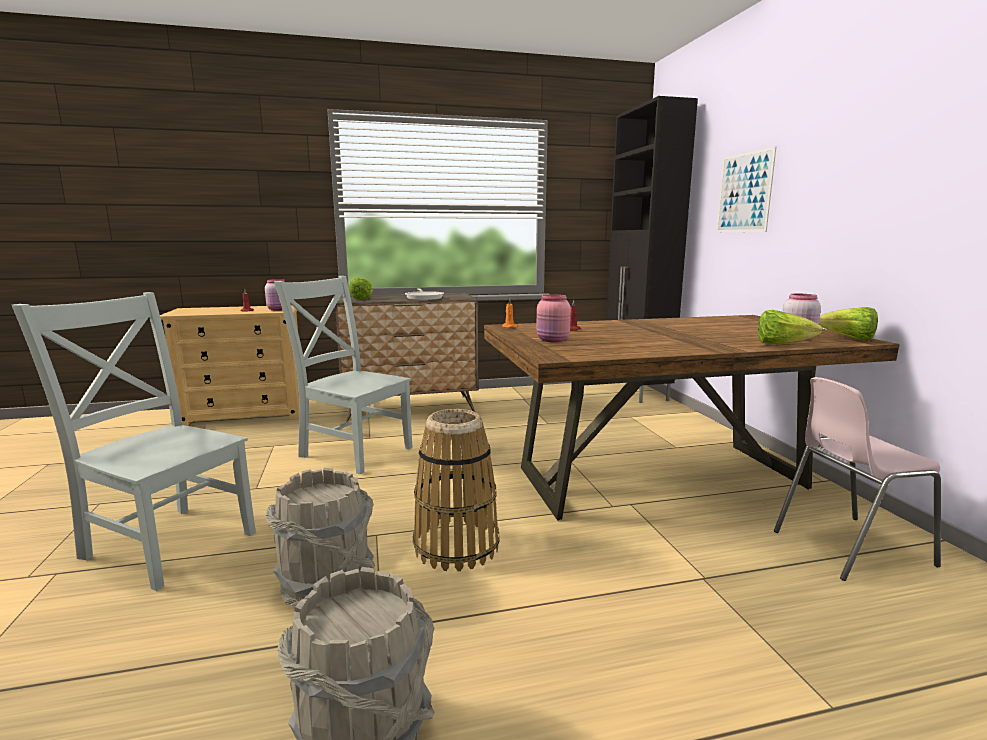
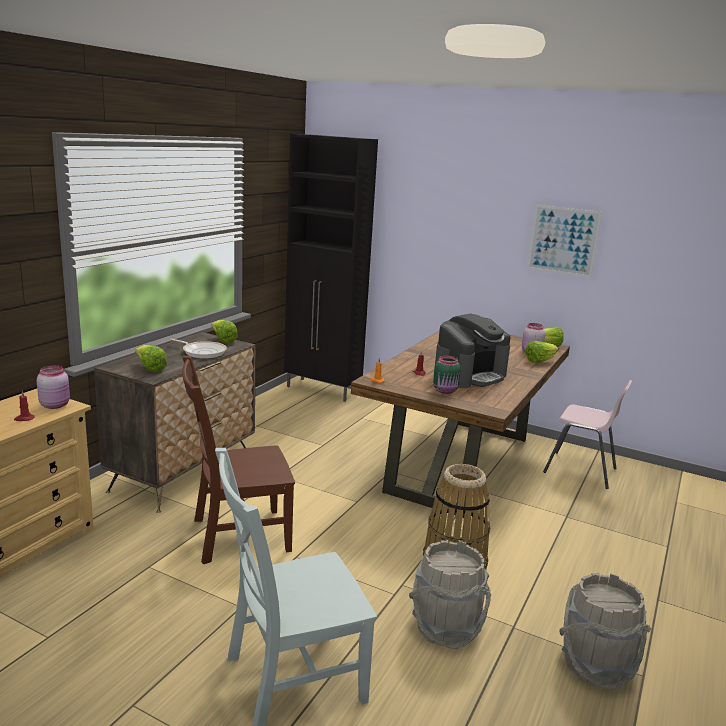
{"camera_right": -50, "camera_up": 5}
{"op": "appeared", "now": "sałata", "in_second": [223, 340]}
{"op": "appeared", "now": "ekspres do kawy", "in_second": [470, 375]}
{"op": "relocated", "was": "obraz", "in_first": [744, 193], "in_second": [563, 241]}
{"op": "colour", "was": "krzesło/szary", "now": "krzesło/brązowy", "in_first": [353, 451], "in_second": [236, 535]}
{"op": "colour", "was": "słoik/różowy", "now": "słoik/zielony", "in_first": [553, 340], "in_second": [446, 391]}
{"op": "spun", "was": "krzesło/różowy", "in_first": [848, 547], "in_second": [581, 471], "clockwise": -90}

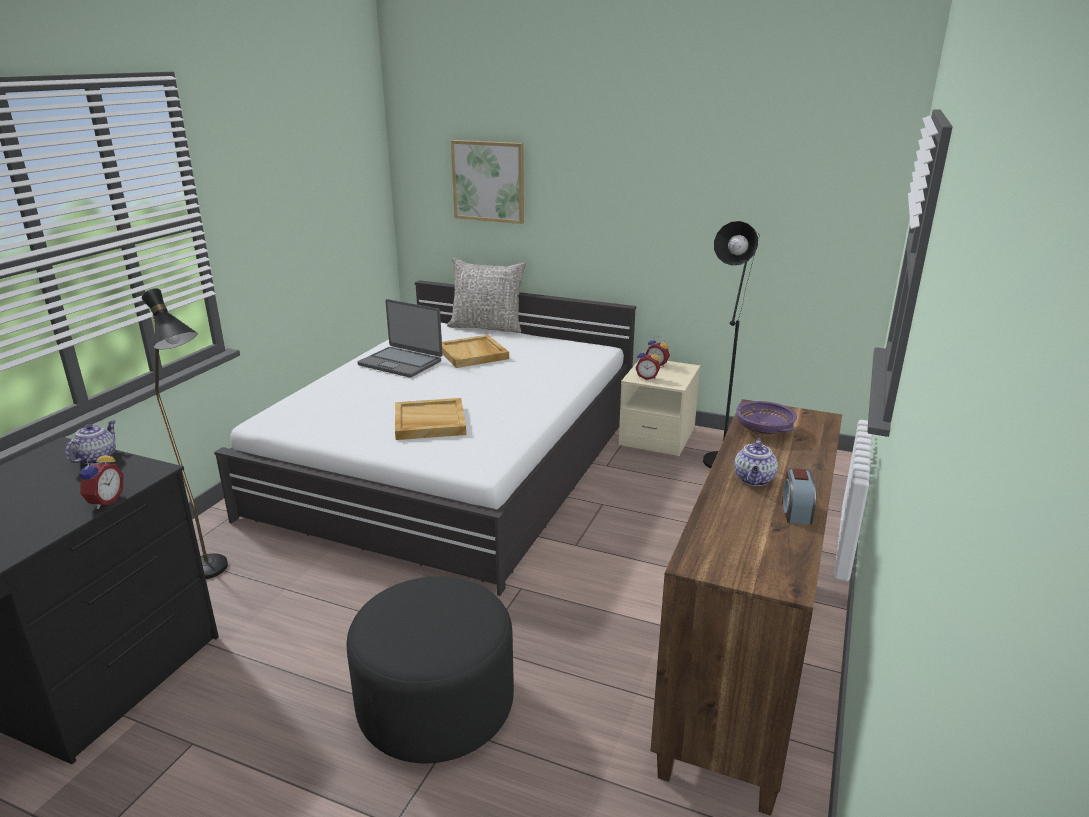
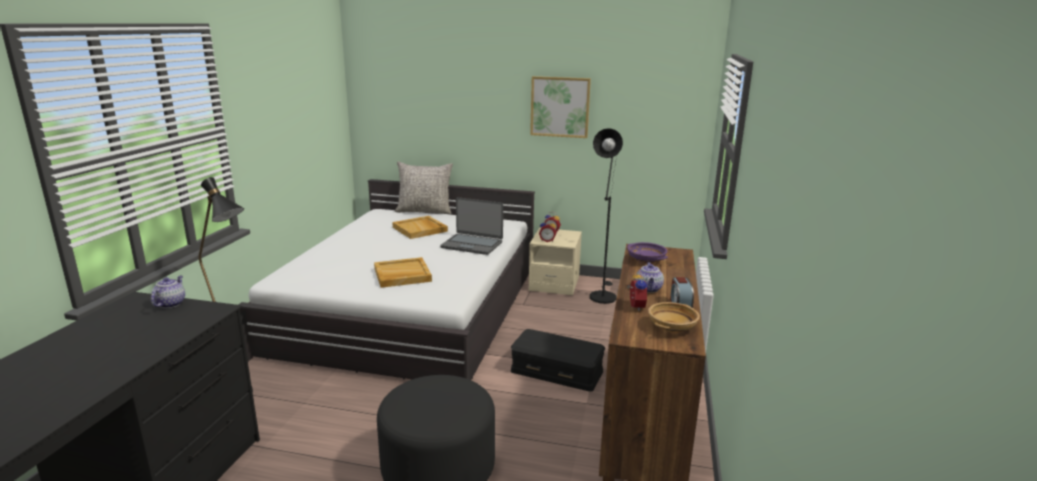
{"camera_right": -10, "camera_up": -5}
{"op": "appeared", "now": "pojemnik do przechowywania/czarny", "in_second": [557, 370]}
{"op": "appeared", "now": "miska/beżowy", "in_second": [672, 327]}
{"op": "relocated", "was": "budzik", "in_first": [104, 501], "in_second": [634, 306]}
{"op": "relocated", "was": "laptop", "in_first": [401, 363], "in_second": [472, 245]}
{"op": "relocated", "was": "obraz", "in_first": [488, 181], "in_second": [560, 107]}

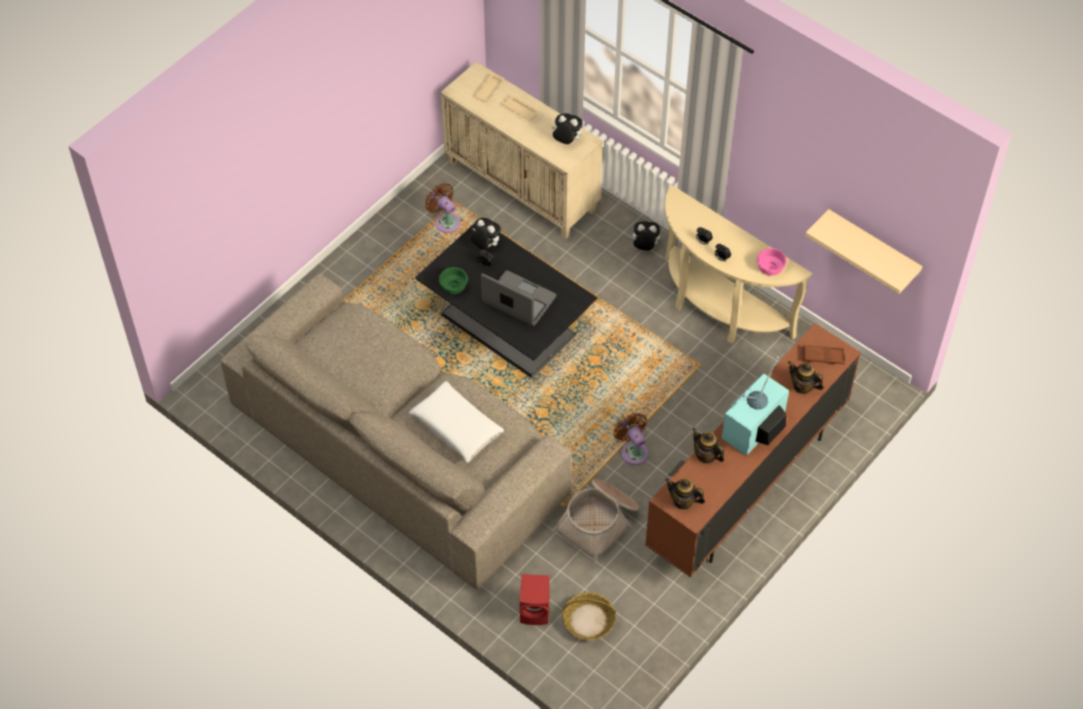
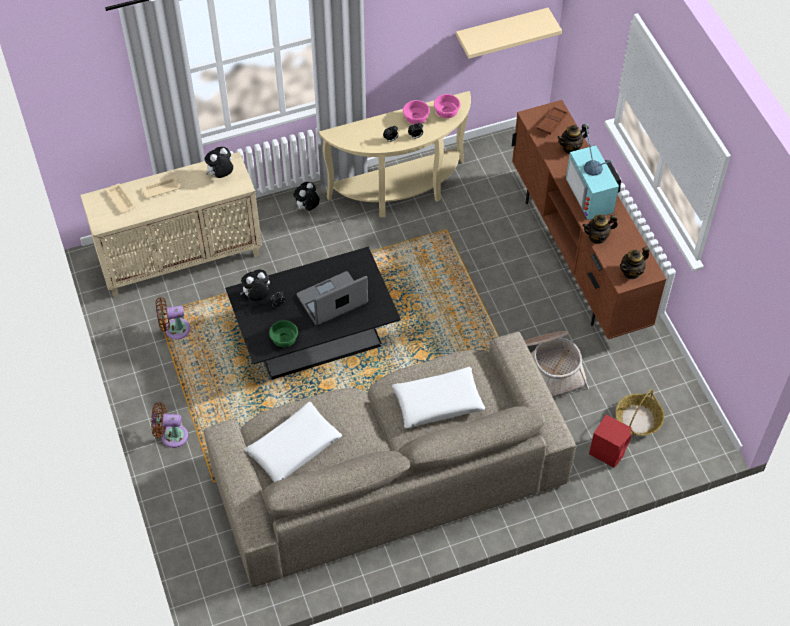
{"camera_right": -60, "camera_up": 0}
{"op": "appeared", "now": "poduszka/biały", "in_second": [293, 447]}
{"op": "appeared", "now": "miska/różowy", "in_second": [415, 118]}
{"op": "relocated", "was": "wentylator/brązowy", "in_first": [633, 450], "in_second": [171, 436]}

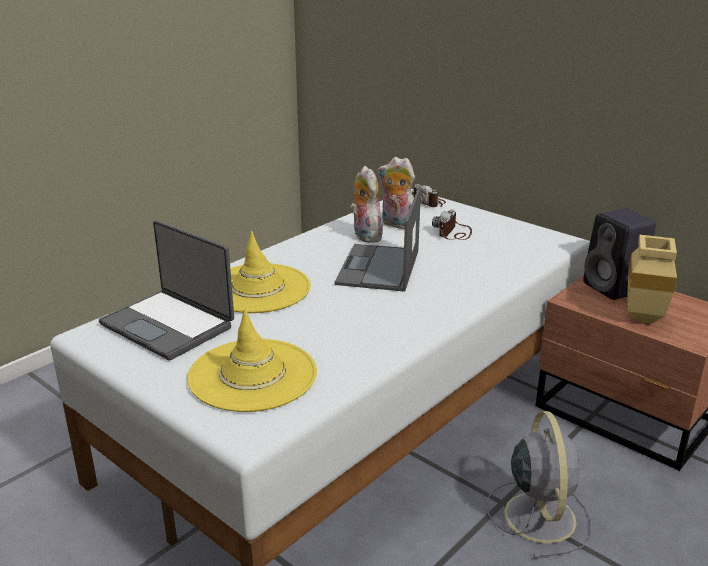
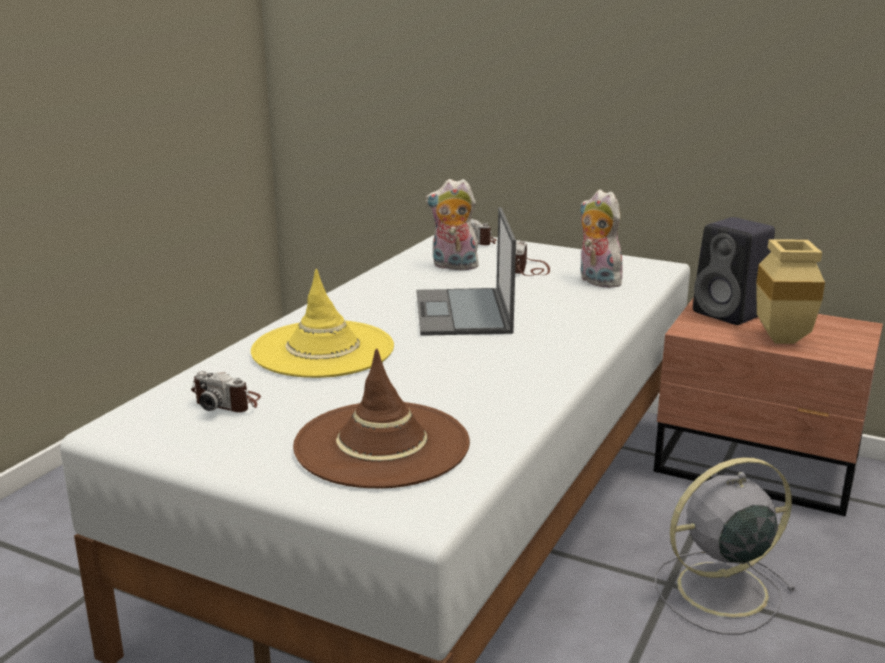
{"camera_right": -15, "camera_up": -5}
{"op": "relocated", "was": "pluszak", "in_first": [364, 236], "in_second": [596, 281]}
{"op": "exchanged", "was": "laptop", "now": "aparat fotograficzny", "in_first": [169, 325], "in_second": [228, 402]}
{"op": "colour", "was": "kapelusz/żółty", "now": "kapelusz/brązowy", "in_first": [253, 375], "in_second": [382, 445]}
{"op": "spun", "was": "wentylator/szary", "in_first": [539, 515], "in_second": [718, 590], "clockwise": -90}

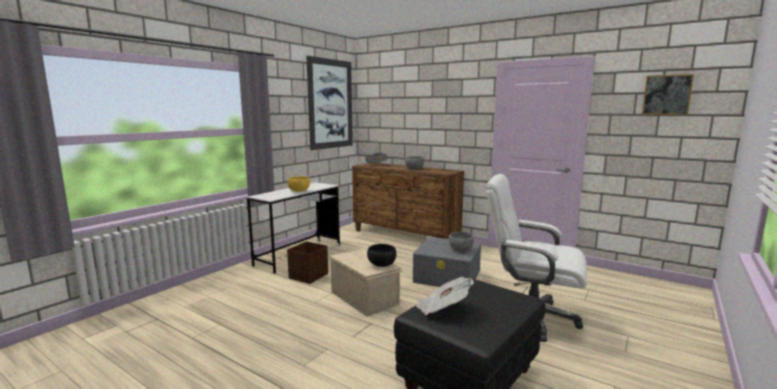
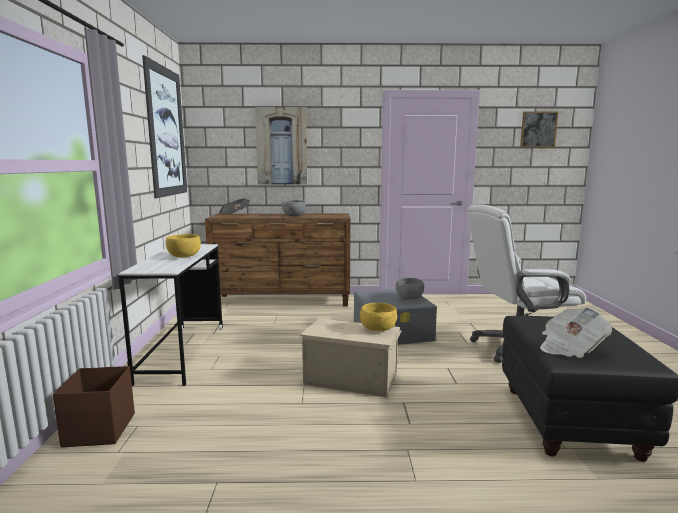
{"camera_right": -35, "camera_up": 0}
{"op": "appeared", "now": "obraz", "in_second": [281, 146]}
{"op": "relocated", "was": "pojemnik do przechowywania/brązowy", "in_first": [308, 276], "in_second": [99, 430]}
{"op": "colour", "was": "miska/czarny", "now": "miska/żółty", "in_first": [381, 264], "in_second": [377, 329]}

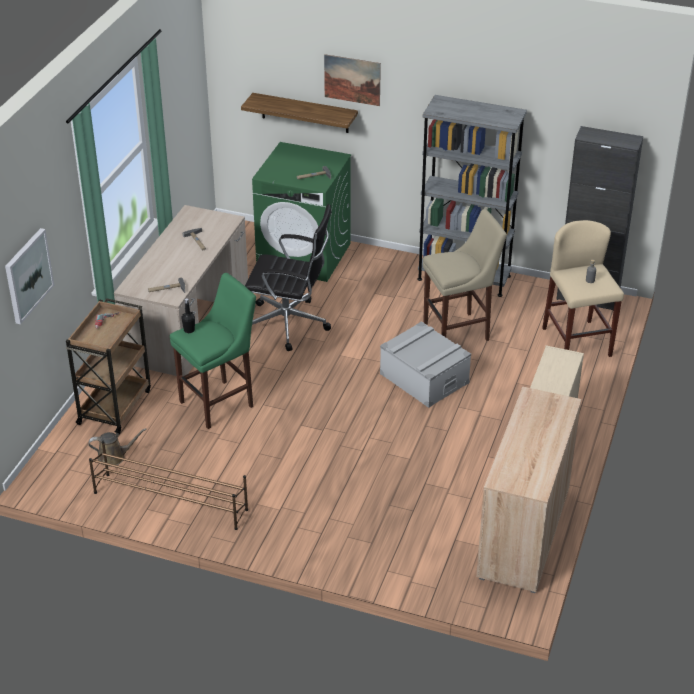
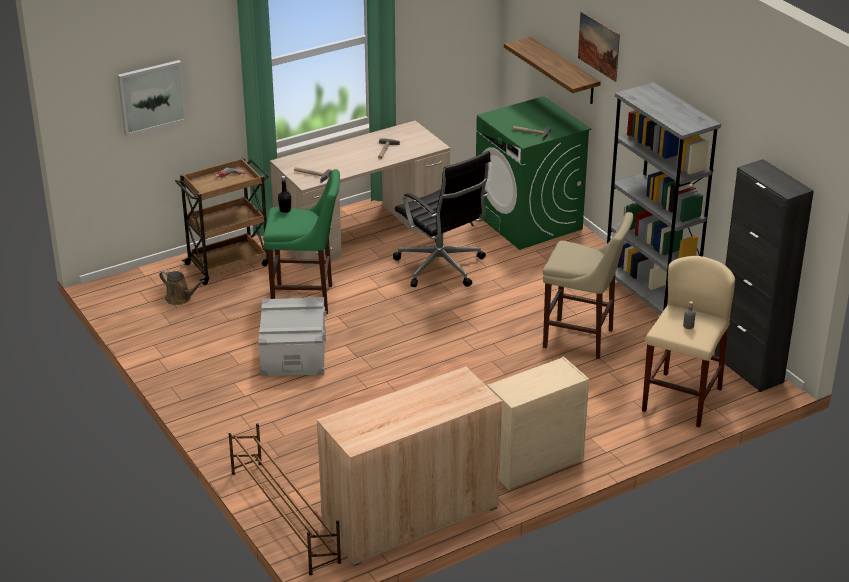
{"camera_right": 40, "camera_up": -5}
{"op": "relocated", "was": "regał na buty/brązowy", "in_first": [170, 501], "in_second": [284, 515]}
{"op": "relocated", "was": "pojemnik do przechowywania/szary", "in_first": [424, 378], "in_second": [293, 352]}

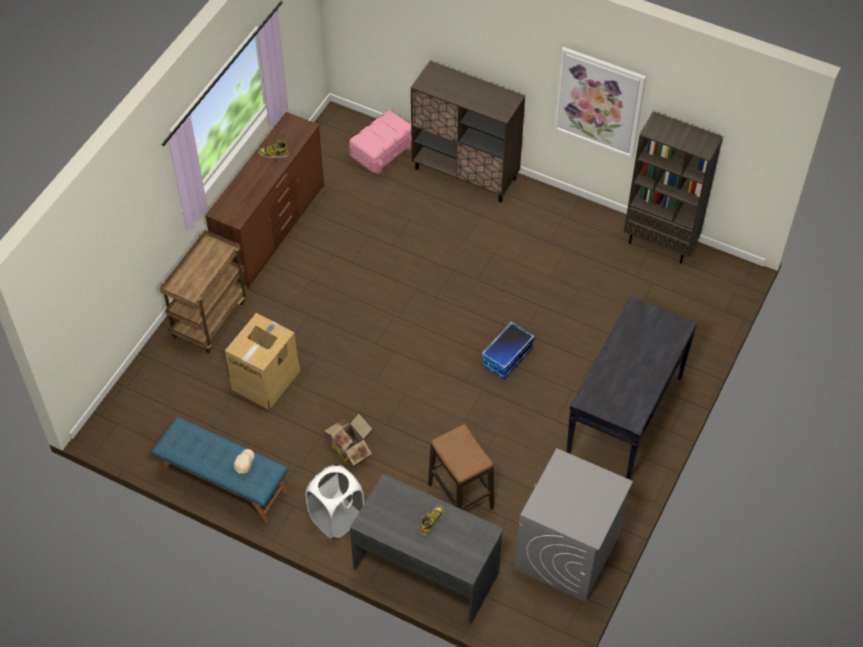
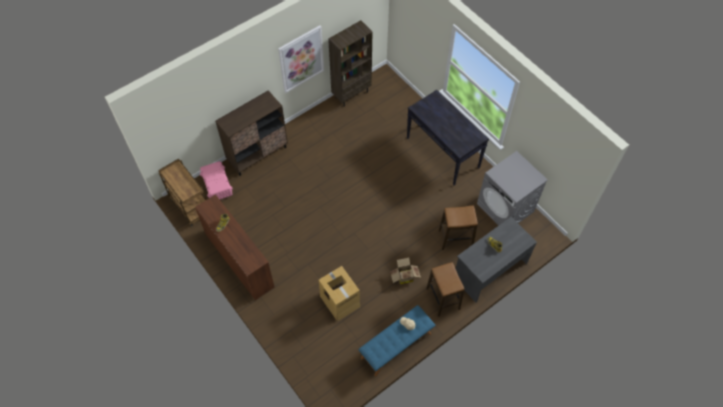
{"camera_right": -65, "camera_up": 5}
{"op": "missing", "was": "pojemnik do przechowywania", "in_first": [507, 357]}
{"op": "relocated", "was": "wózek/brązowy", "in_first": [210, 317], "in_second": [190, 206]}
{"op": "exchanged", "was": "kosz na pranie/biały", "now": "stołek", "in_first": [336, 518], "in_second": [443, 299]}

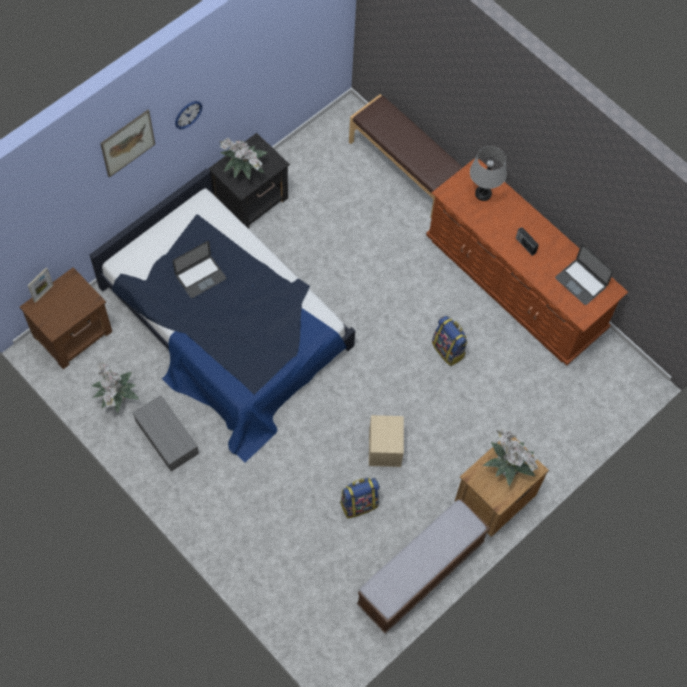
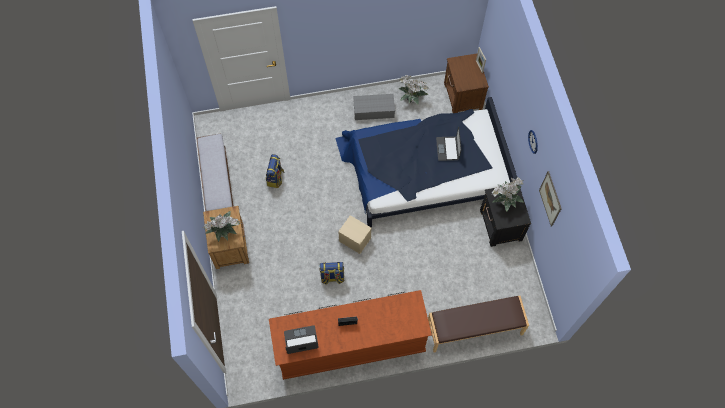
{"camera_right": 125, "camera_up": 0}
{"op": "missing", "was": "lampa stołowa/szary", "in_first": [483, 193]}
{"op": "relocated", "was": "obraz", "in_first": [127, 143], "in_second": [550, 199]}
{"op": "relocated", "was": "pojemnik do przechowywania/beżowy", "in_first": [385, 448], "in_second": [354, 239]}

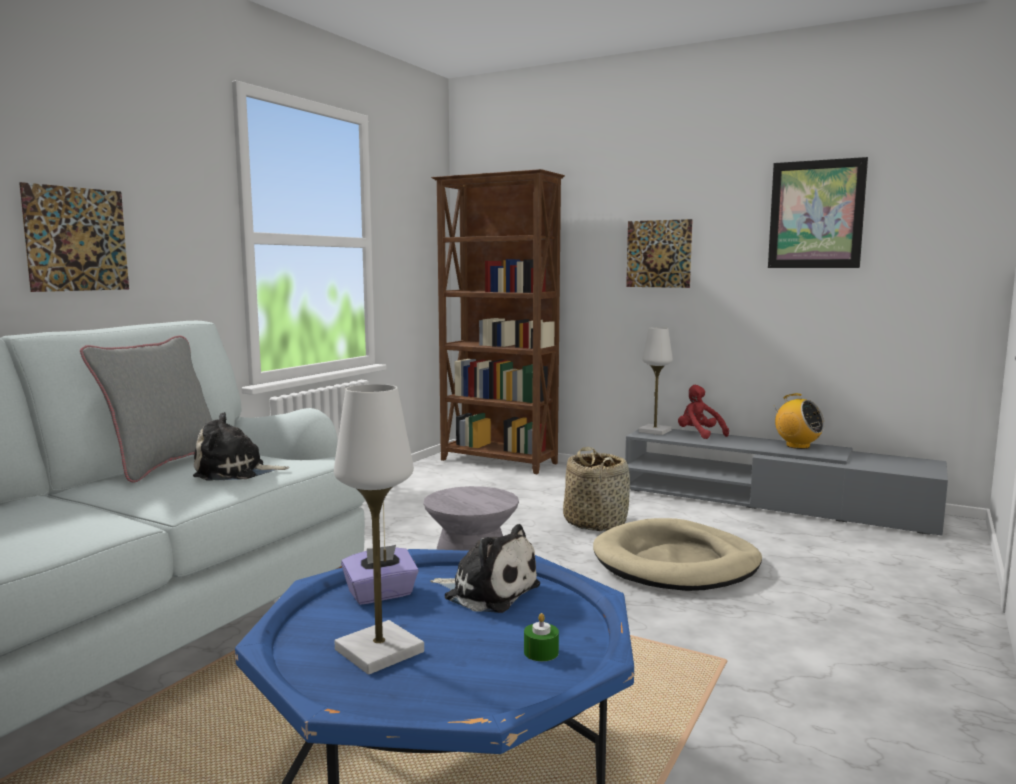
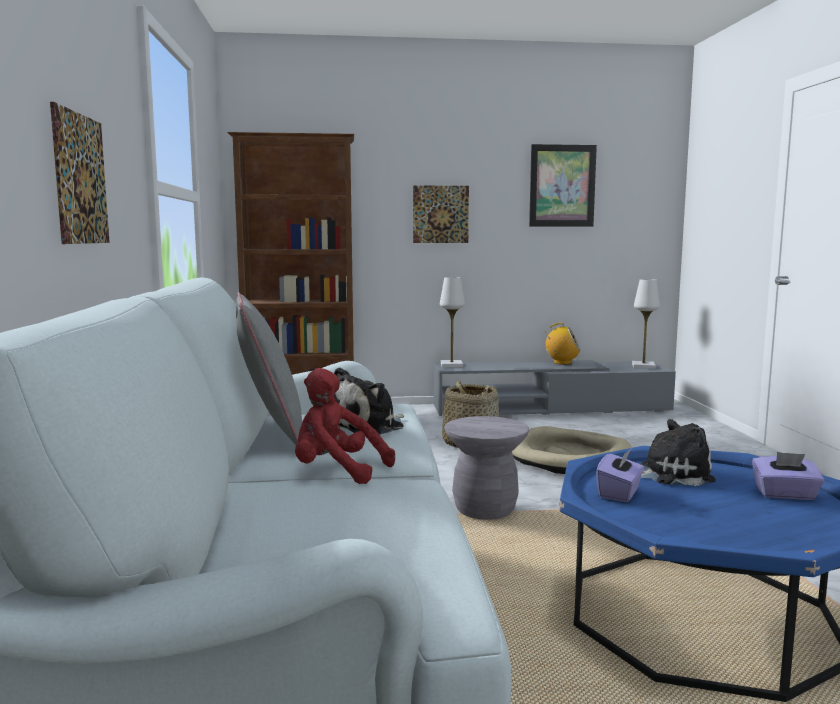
{"camera_right": -35, "camera_up": 0}
{"op": "relocated", "was": "lampa stołowa/biały", "in_first": [379, 650], "in_second": [643, 366]}
{"op": "relocated", "was": "pluszak/czerwony", "in_first": [699, 434], "in_second": [336, 471]}
{"op": "exchanged", "was": "świeca/zielony", "now": "pudełko chusteczek/fioletowy", "in_first": [541, 652], "in_second": [785, 494]}

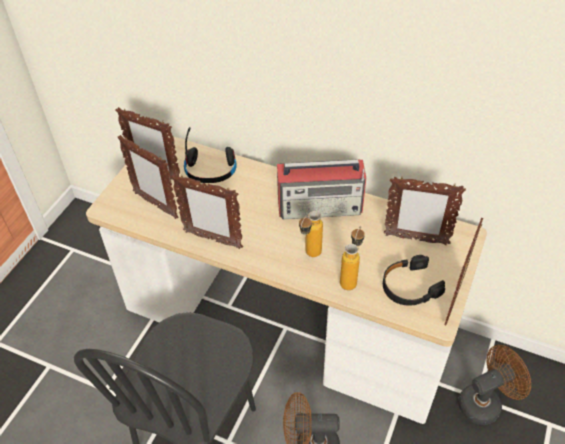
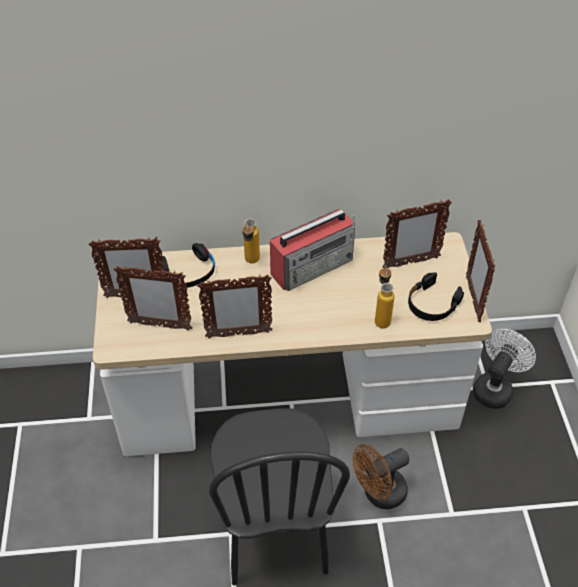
{"camera_right": -30, "camera_up": 0}
{"op": "relocated", "was": "butelka", "in_first": [309, 256], "in_second": [251, 263]}
{"op": "colour", "was": "wentylator/brązowy", "now": "wentylator/biały", "in_first": [485, 402], "in_second": [495, 388]}

